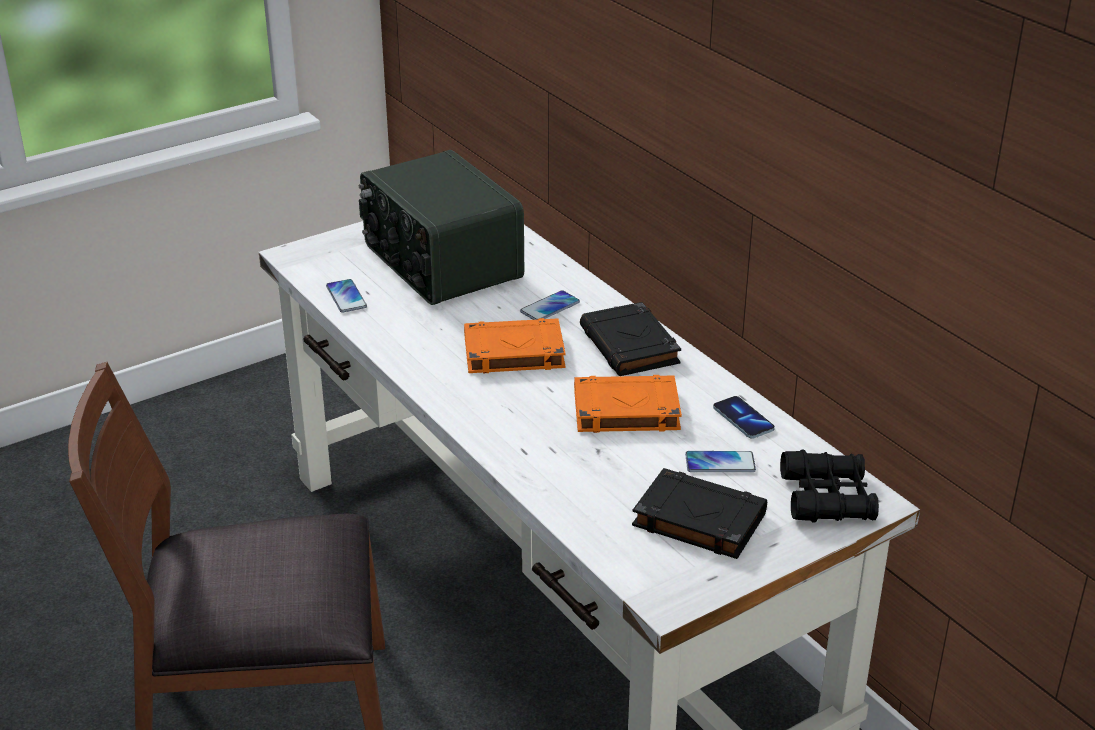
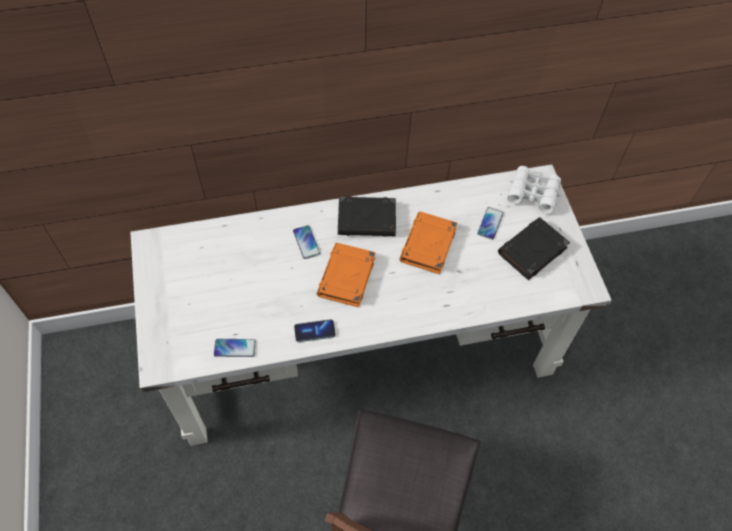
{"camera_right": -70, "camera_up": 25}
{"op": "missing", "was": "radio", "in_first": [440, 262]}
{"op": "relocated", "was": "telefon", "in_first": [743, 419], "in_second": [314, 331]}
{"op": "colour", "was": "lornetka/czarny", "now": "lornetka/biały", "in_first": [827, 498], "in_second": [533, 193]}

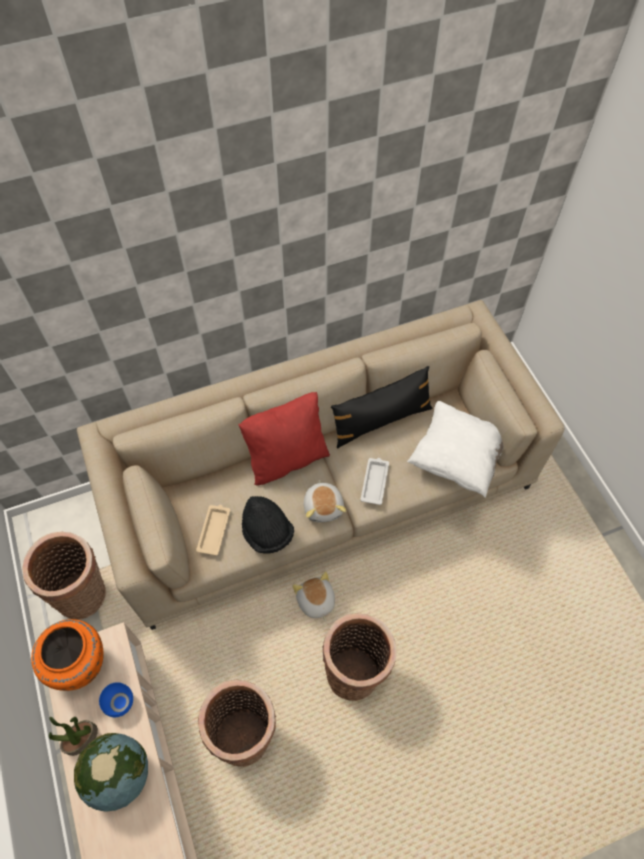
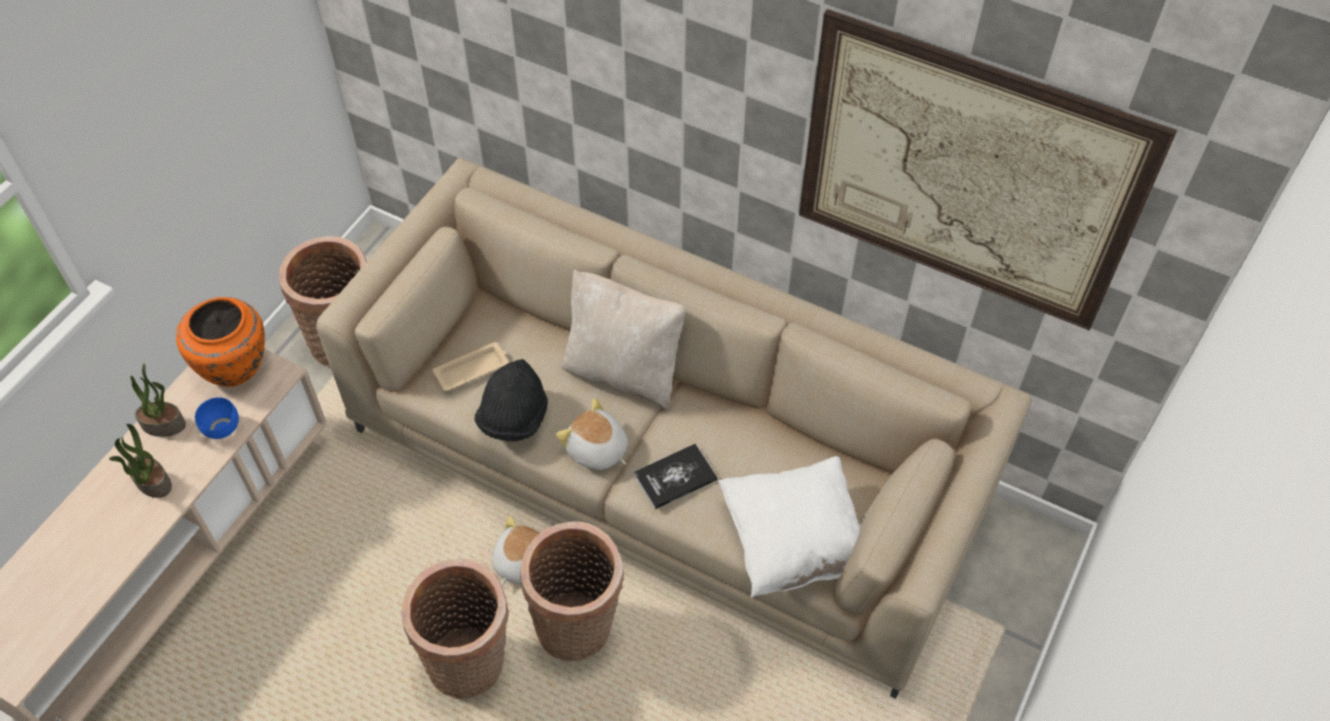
{"camera_right": 50, "camera_up": -5}
{"op": "missing", "was": "poduszka/czarny", "in_first": [381, 420]}
{"op": "appeared", "now": "obraz", "in_second": [966, 175]}
{"op": "relocated", "was": "koszyk", "in_first": [245, 734], "in_second": [579, 627]}
{"op": "exchanged", "was": "globus", "now": "roślina doniczkowa", "in_first": [119, 775], "in_second": [152, 482]}
{"op": "exchanged", "was": "taca/biały", "now": "książka", "in_first": [374, 482], "in_second": [675, 477]}
{"op": "colour", "was": "poduszka/czerwony", "now": "poduszka/beżowy", "in_first": [286, 458], "in_second": [624, 371]}
{"op": "spun", "was": "pluszak", "in_first": [324, 506], "in_second": [596, 450], "clockwise": 90}

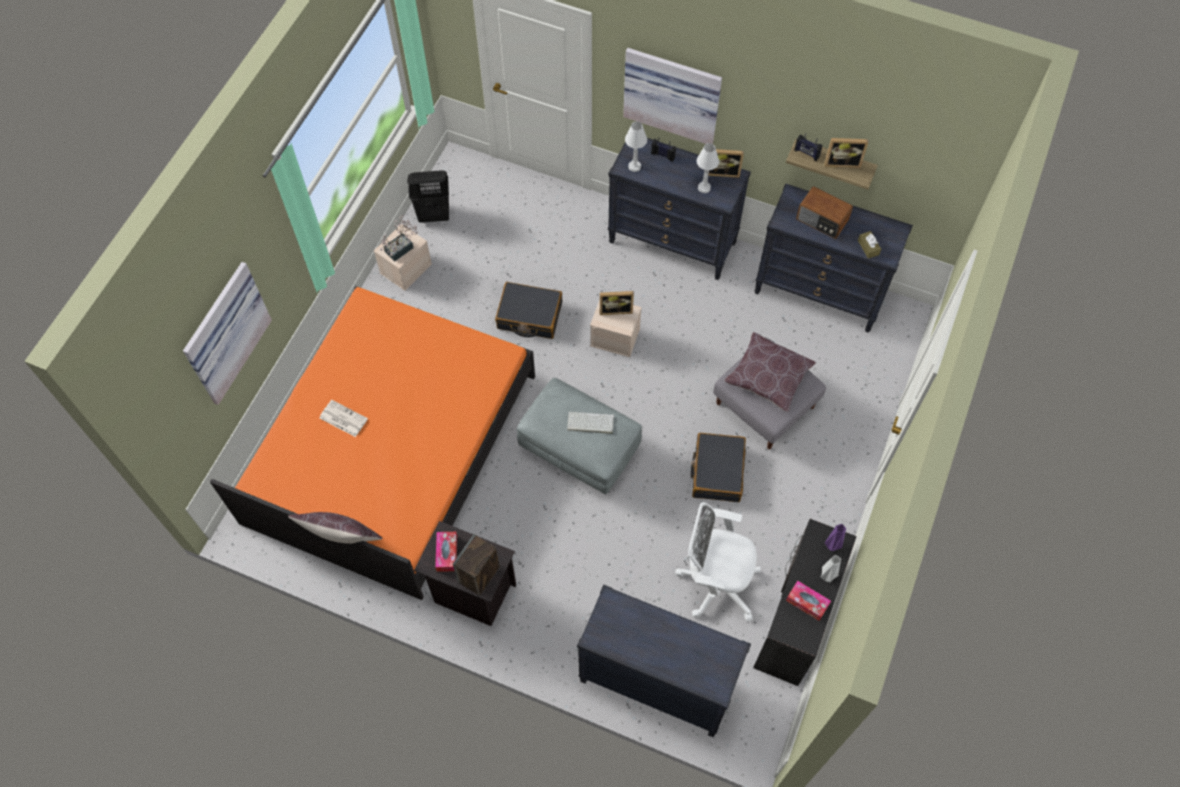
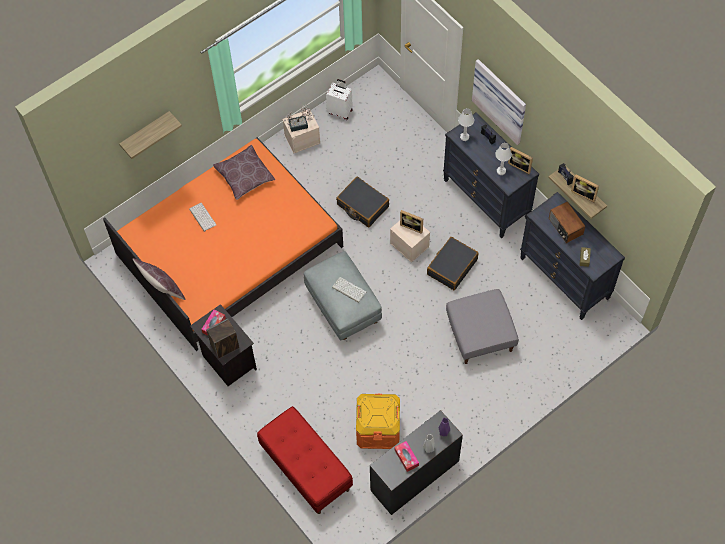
{"camera_right": 30, "camera_up": 0}
{"op": "relocated", "was": "walizka/czarny", "in_first": [717, 471], "in_second": [452, 267]}
{"op": "relocated", "was": "poduszka/brązowy", "in_first": [768, 377], "in_second": [244, 176]}
{"op": "exchanged", "was": "obraz", "now": "półka", "in_first": [224, 332], "in_second": [146, 133]}
{"op": "exchanged", "was": "gazeta", "now": "klawiatura", "in_first": [342, 418], "in_second": [202, 217]}
{"op": "exchanged", "was": "kosz na pranie/czarny", "now": "walizka/biały", "in_first": [434, 215], "in_second": [340, 111]}
{"op": "exchanged", "was": "komoda/czarny", "now": "ławka/czerwony", "in_first": [655, 682], "in_second": [306, 468]}
{"op": "exchanged", "was": "krzesło biurowe/biały", "now": "pojemnik do przechowywania/pomarańczowy", "in_first": [714, 583], "in_second": [378, 429]}

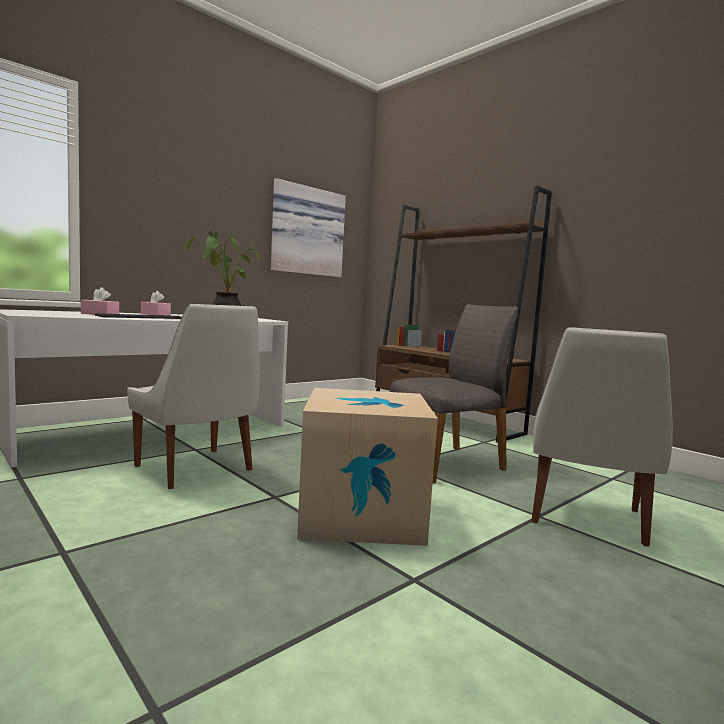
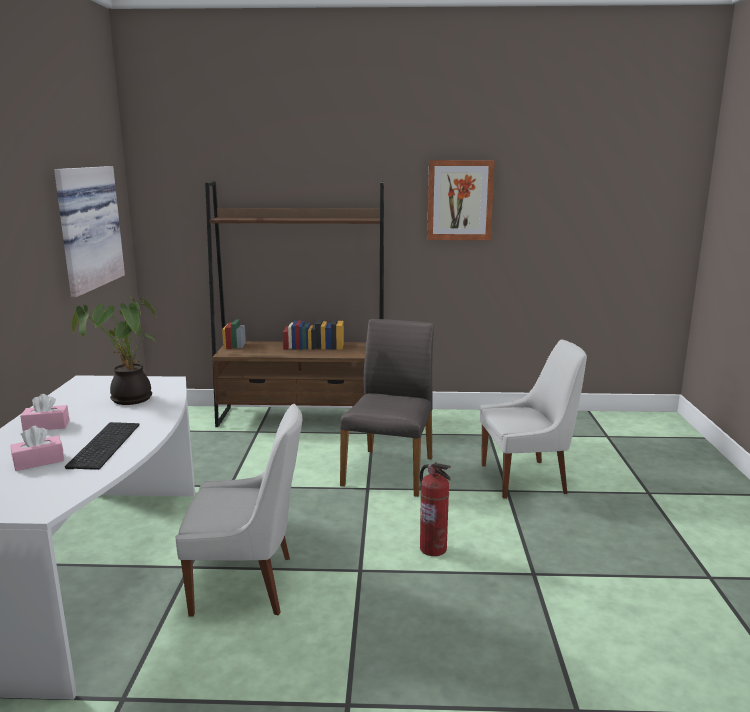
{"camera_right": -45, "camera_up": 10}
{"op": "appeared", "now": "obraz", "in_second": [460, 200]}
{"op": "exchanged", "was": "karton", "now": "gaśnica", "in_first": [361, 514], "in_second": [433, 549]}
{"op": "spun", "was": "krzesło/biały", "in_first": [586, 518], "in_second": [526, 479], "clockwise": -75}

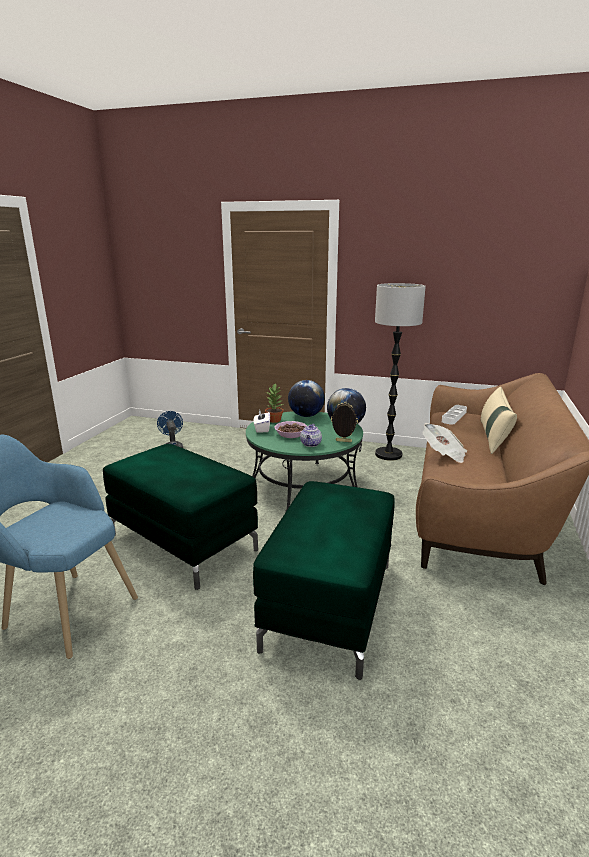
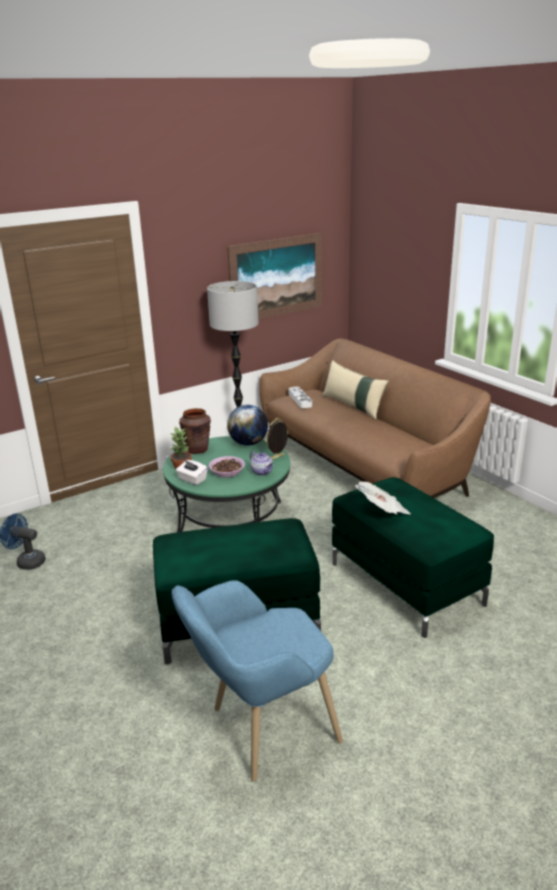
{"camera_right": -50, "camera_up": 5}
{"op": "appeared", "now": "obraz", "in_second": [276, 277]}
{"op": "relocated", "was": "gazeta", "in_first": [443, 454], "in_second": [382, 511]}
{"op": "exchanged", "was": "globus", "now": "wazon/brązowy", "in_first": [306, 415], "in_second": [197, 449]}

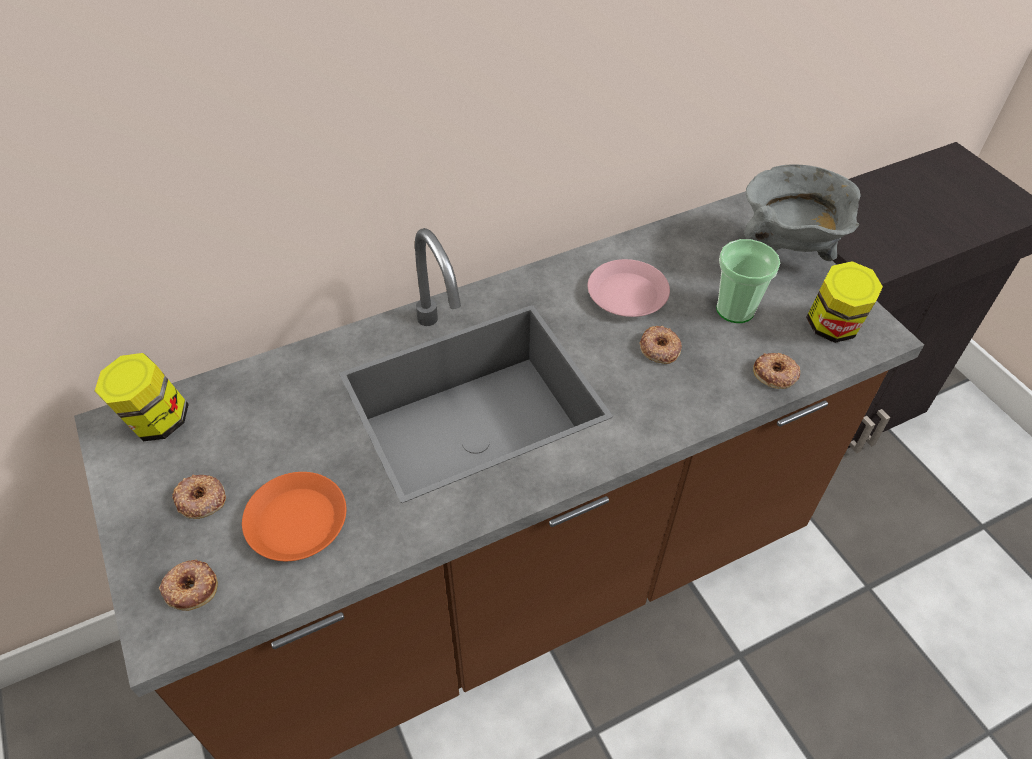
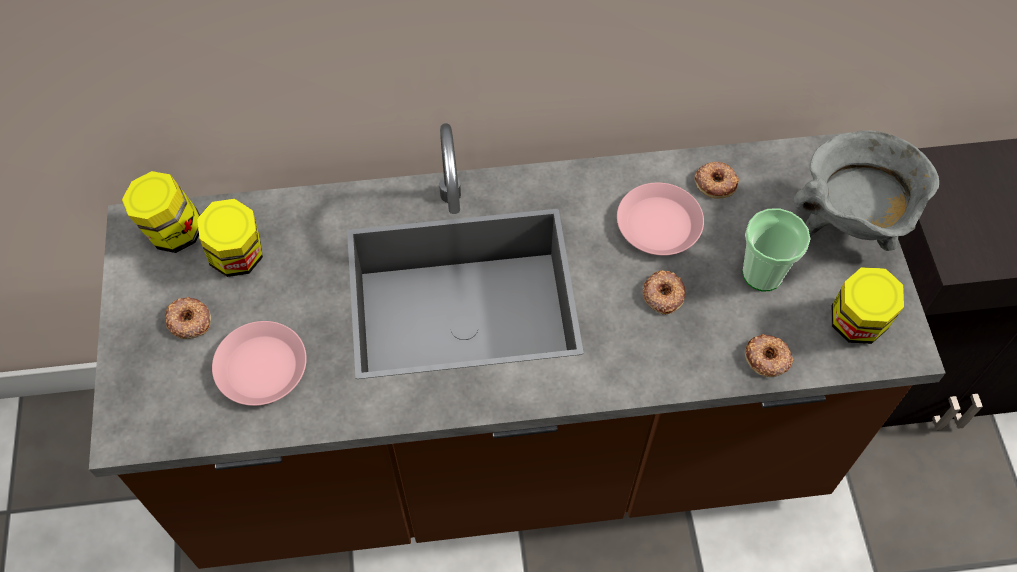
{"camera_right": 20, "camera_up": 10}
{"op": "appeared", "now": "słoik", "in_second": [238, 258]}
{"op": "relocated", "was": "donut", "in_first": [190, 587], "in_second": [715, 182]}
{"op": "colour", "was": "talerz/pomarańczowy", "now": "talerz/różowy", "in_first": [297, 522], "in_second": [262, 368]}

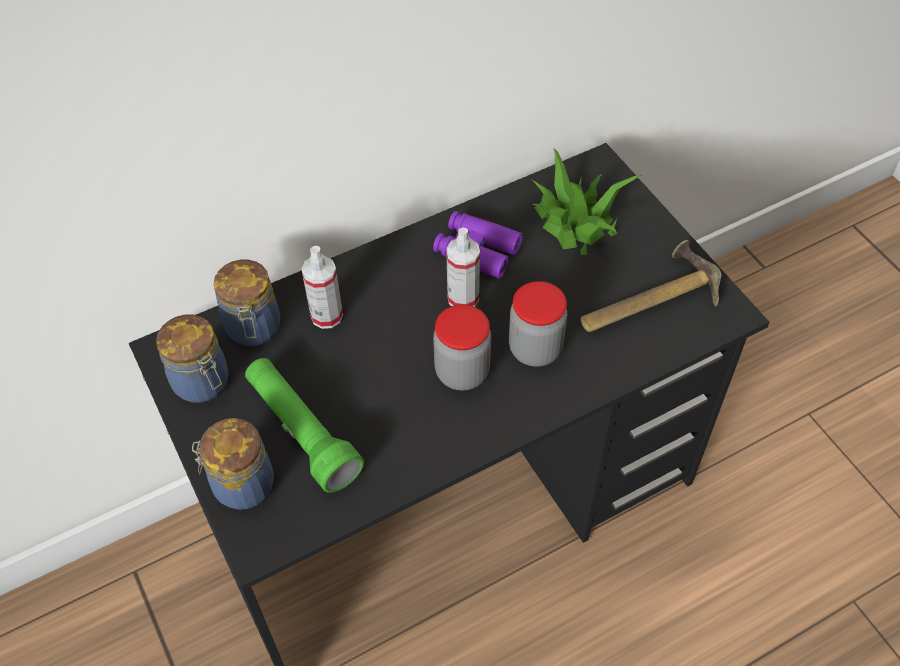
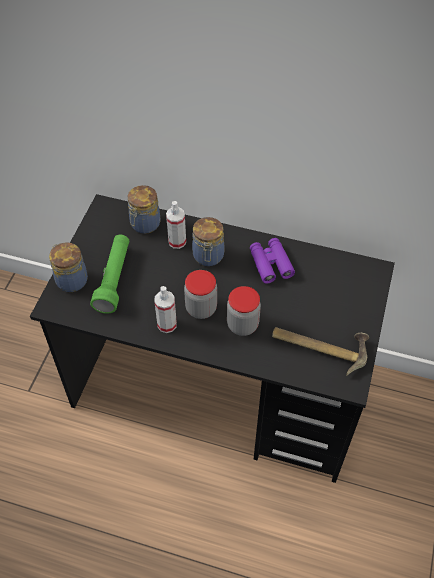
{"camera_right": 45, "camera_up": 0}
{"op": "missing", "was": "roślina doniczkowa", "in_first": [576, 221]}
{"op": "relocated", "was": "słoik", "in_first": [203, 383], "in_second": [208, 257]}
{"op": "relocated", "was": "spryskiwacz", "in_first": [463, 298], "in_second": [167, 324]}

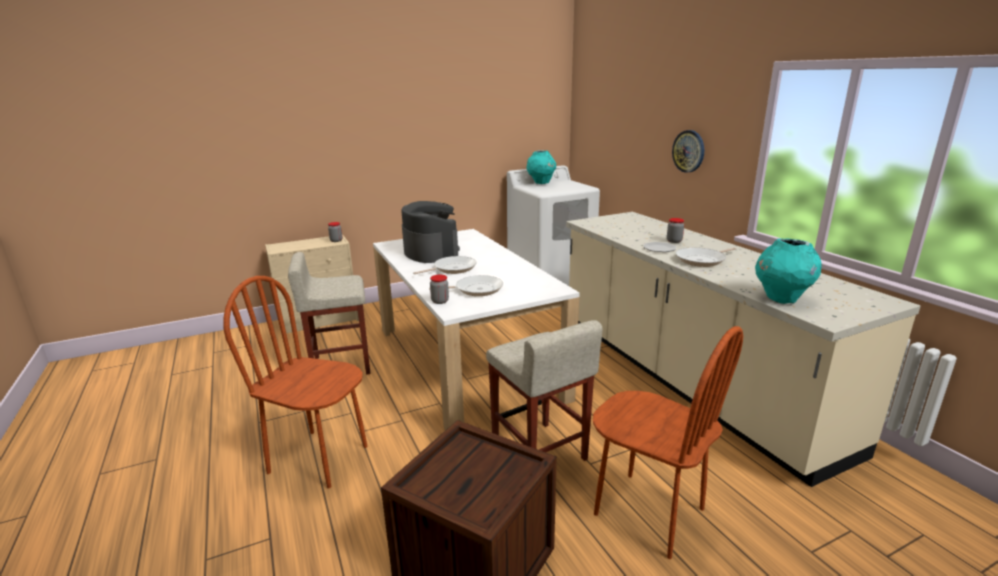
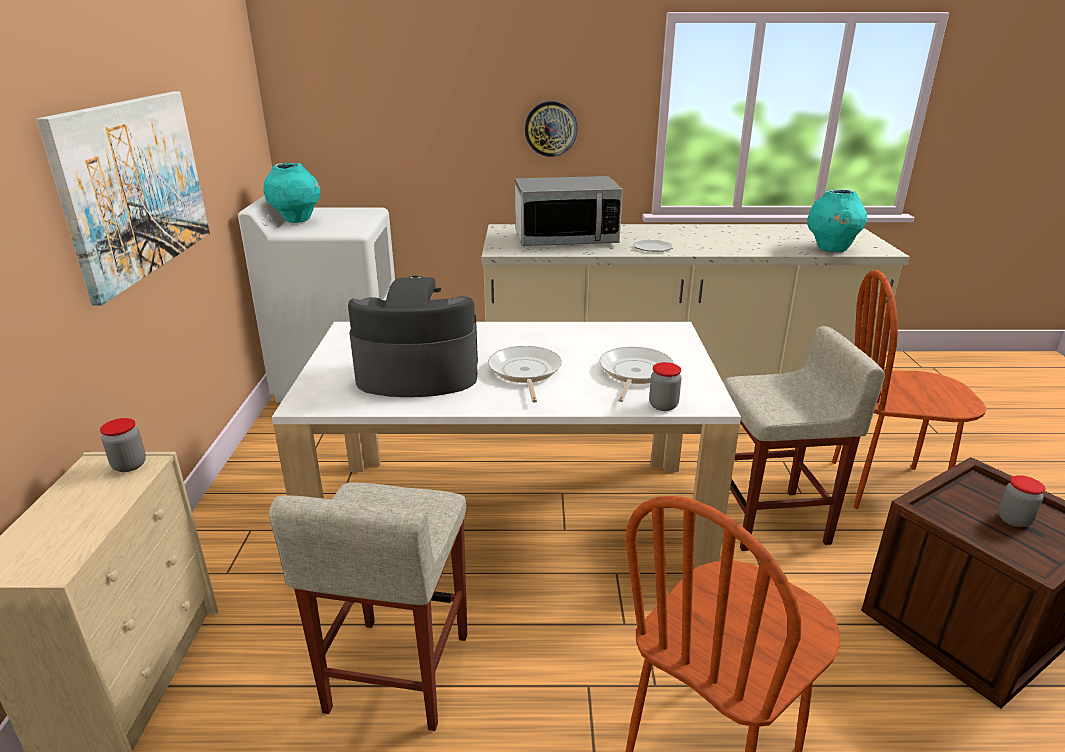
{"camera_right": -65, "camera_up": 5}
{"op": "missing", "was": "patelnia", "in_first": [702, 260]}
{"op": "appeared", "now": "obraz", "in_second": [135, 187]}
{"op": "appeared", "now": "mikrofalówka", "in_second": [566, 239]}
{"op": "relocated", "was": "słoik", "in_first": [674, 241], "in_second": [1013, 520]}
{"op": "spun", "was": "krzesło/brązowy", "in_first": [648, 512], "in_second": [885, 486], "clockwise": -150}

